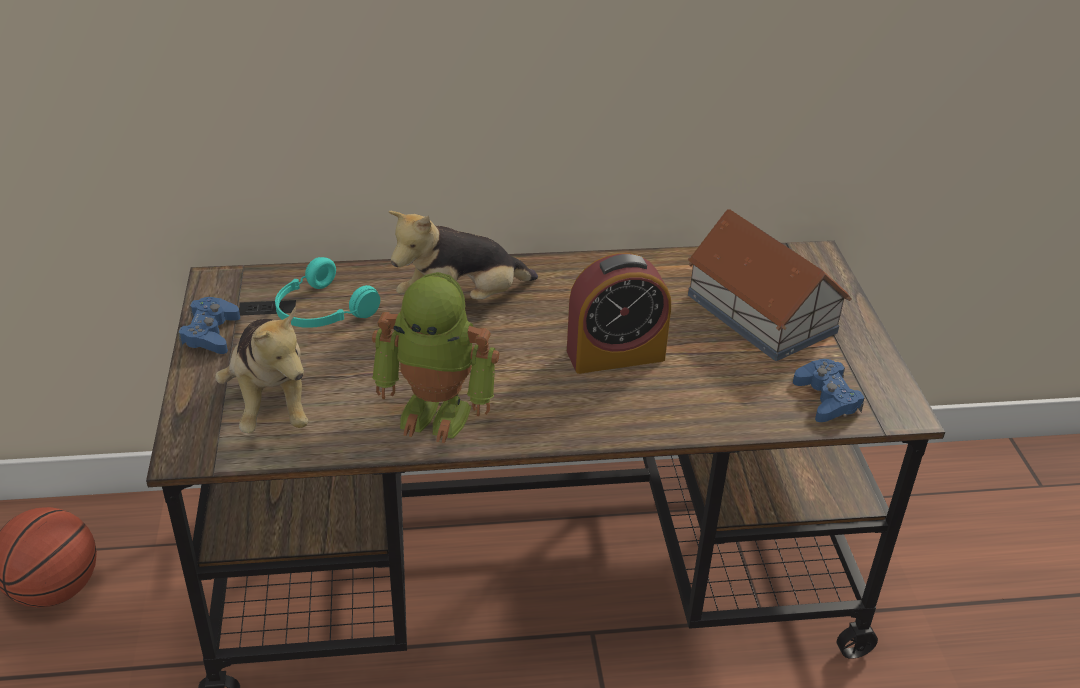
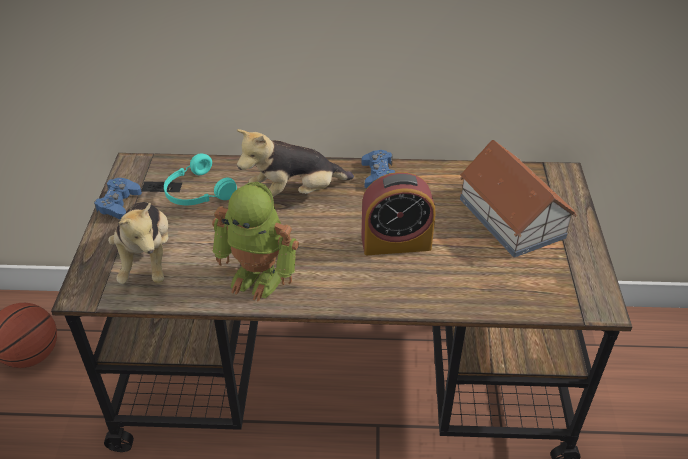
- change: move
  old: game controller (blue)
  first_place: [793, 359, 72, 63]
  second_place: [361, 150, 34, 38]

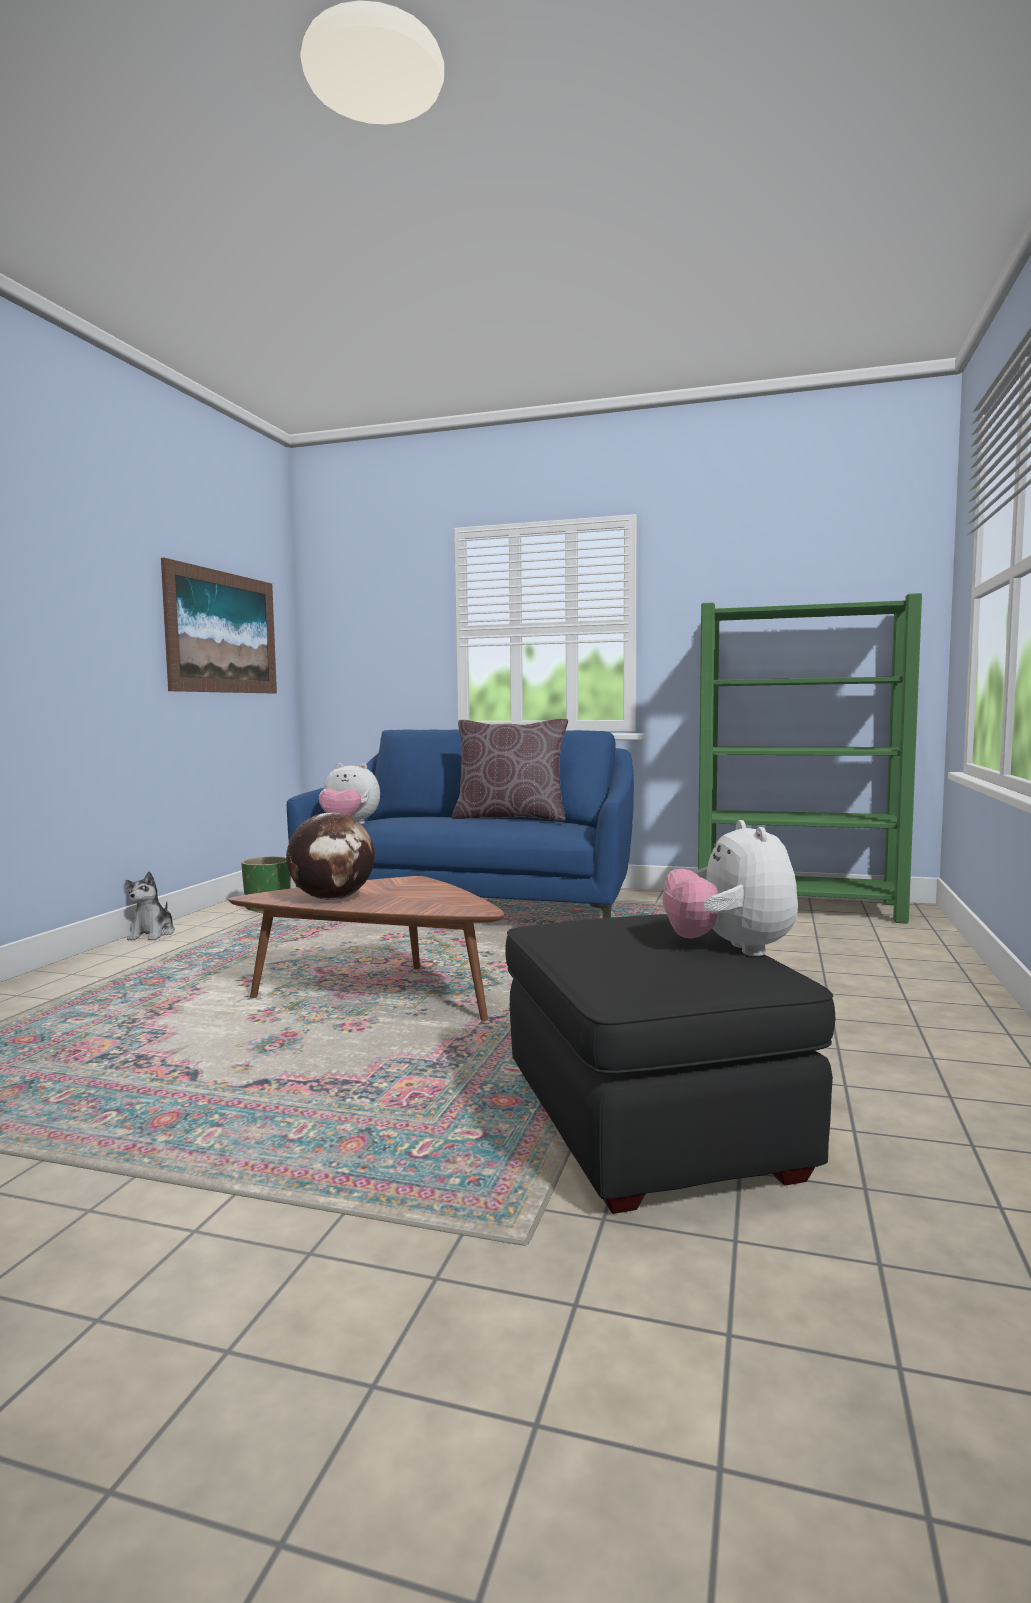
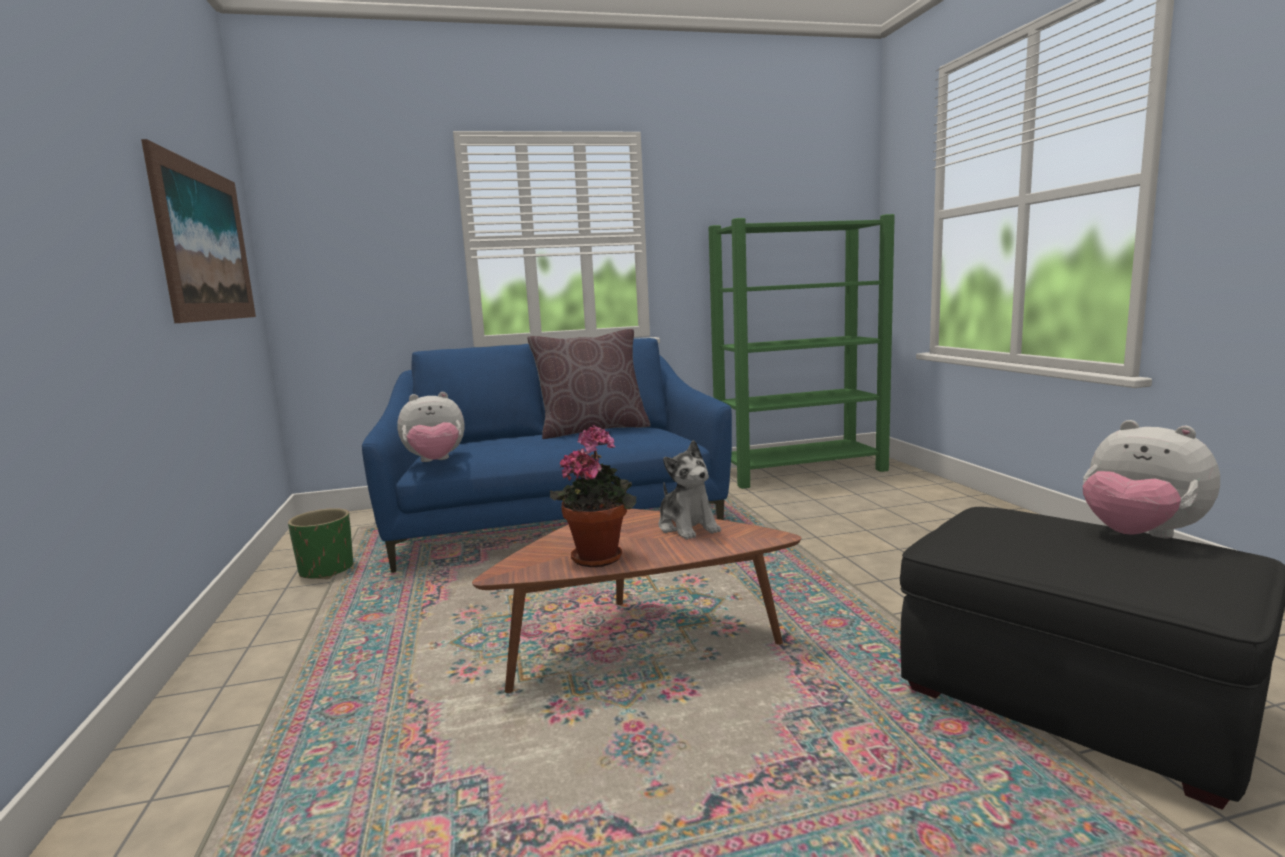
- change: move
  old: plush toy
  first_place: [125, 872, 50, 68]
  second_place: [658, 440, 63, 100]
- change: replace
  old: globe
  new: potted plant
  first_place: [286, 813, 89, 87]
  second_place: [550, 425, 86, 142]

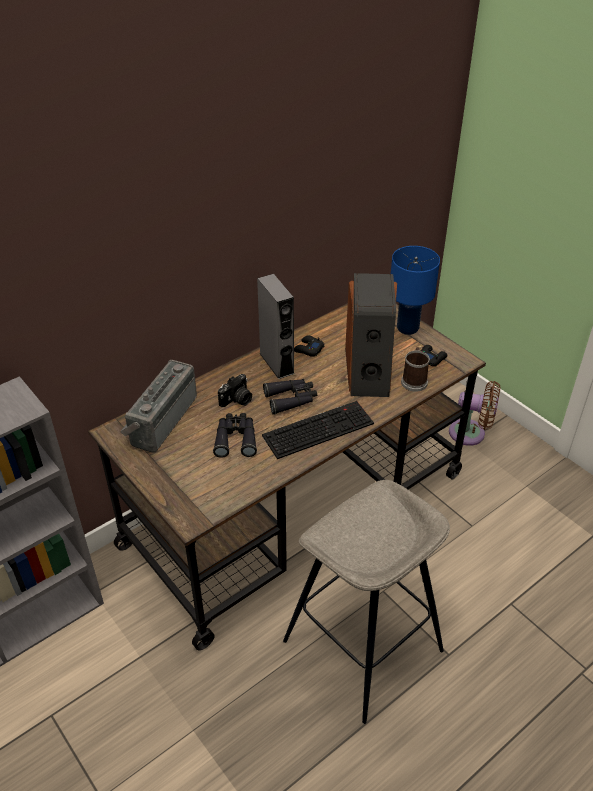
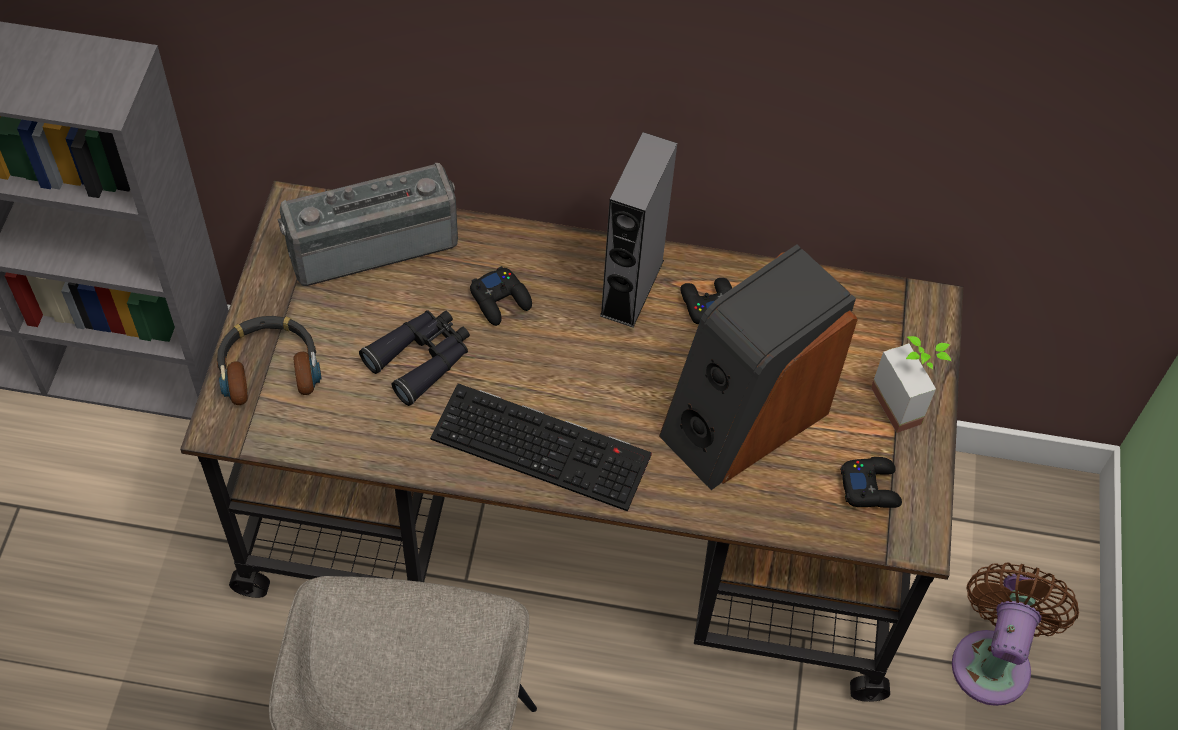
- change: delete
  old: binoculars (black)
  first_place: [263, 379, 54, 35]
- change: delete
  old: mug
  first_place: [401, 347, 29, 45]
- change: insert
  new: headphones
  second_place: [217, 316, 105, 89]
- change: replace
  old: photo camera
  new: game controller (black)
  first_place: [218, 374, 34, 33]
  second_place: [470, 266, 62, 60]
- change: replace
  old: table lamp (blue)
  new: potted plant
  first_place: [391, 246, 49, 89]
  second_place: [871, 336, 81, 97]
- change: rotate
  old: fan (brown)
  first_place: [449, 381, 51, 65]
  second_place: [952, 563, 127, 143]
  degrees: -135

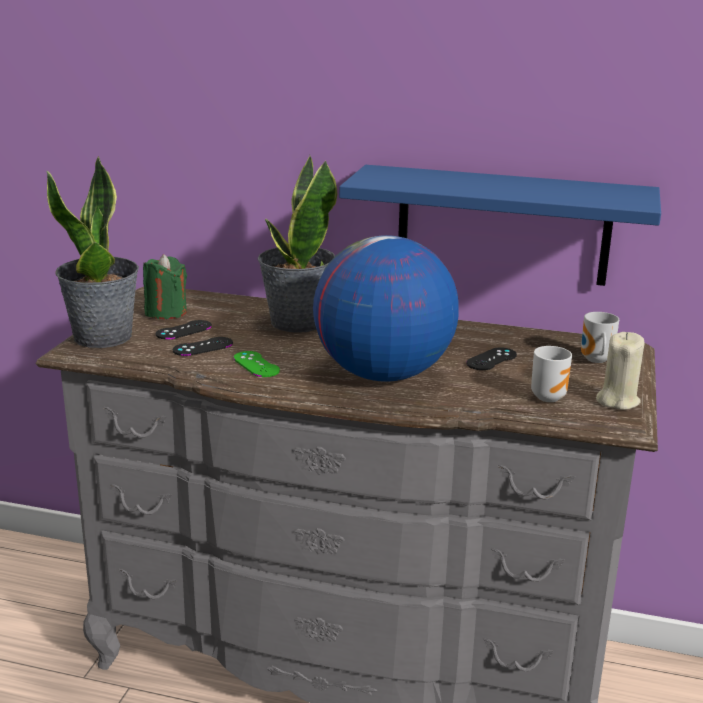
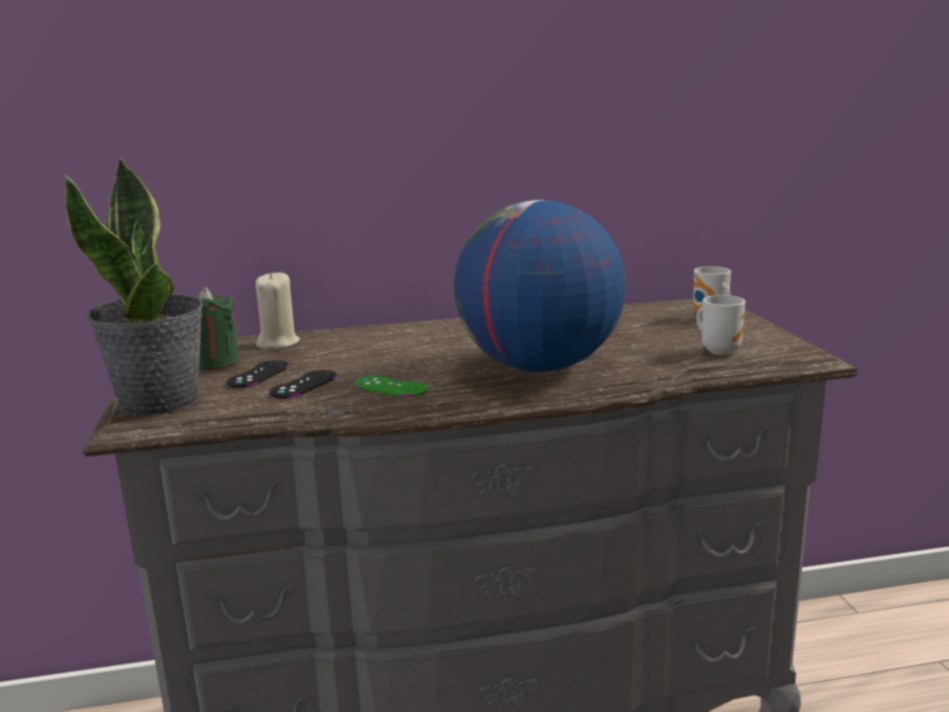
- change: delete
  old: potted plant
  first_place: [258, 156, 79, 177]
- change: delete
  old: shelf (blue)
  first_place: [339, 165, 322, 121]
- change: delete
  old: game controller (black)
  first_place: [466, 347, 51, 23]
- change: move
  old: candle (beige)
  first_place: [596, 332, 48, 78]
  second_place: [256, 271, 44, 78]

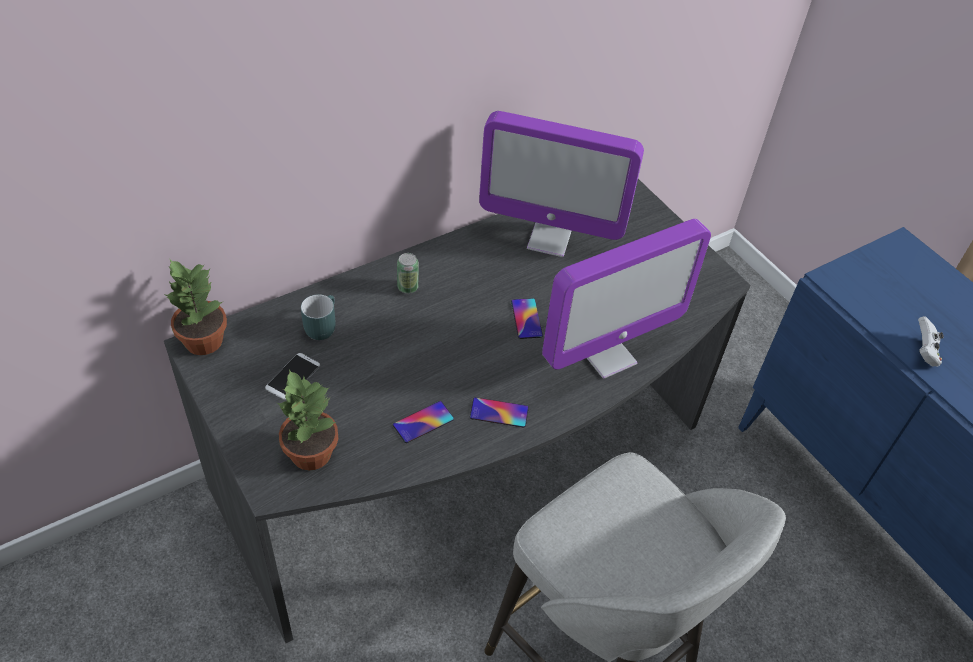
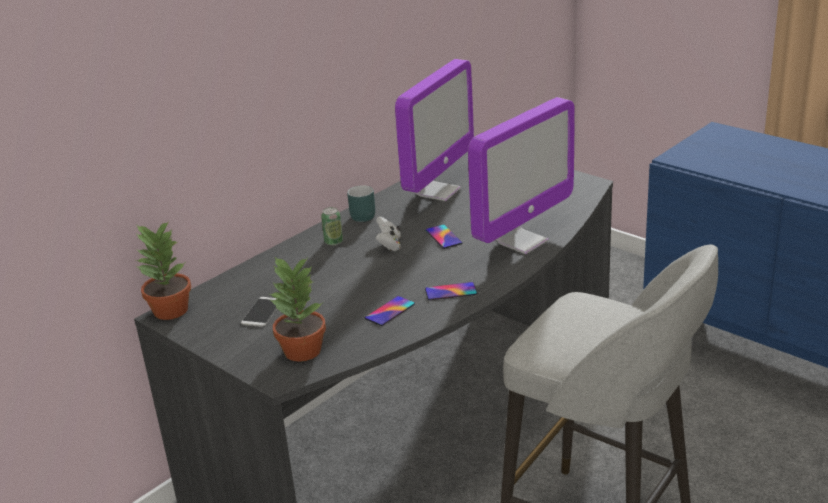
- change: move
  old: mug (turquoise)
  first_place: [301, 294, 34, 46]
  second_place: [347, 185, 28, 37]
- change: move
  old: game controller (white)
  first_place: [918, 316, 26, 51]
  second_place: [375, 216, 26, 35]
- change: rotate
  old: monitor
  first_place: [479, 111, 165, 146]
  second_place: [395, 59, 79, 142]
  degrees: -60

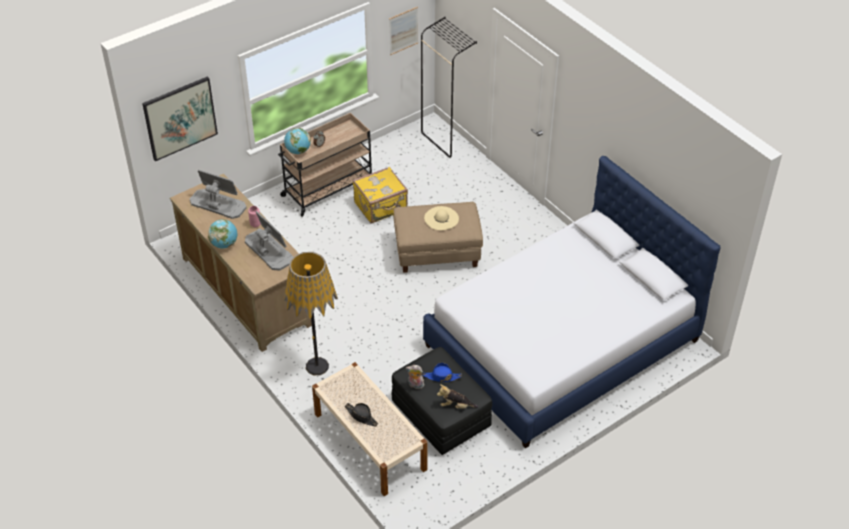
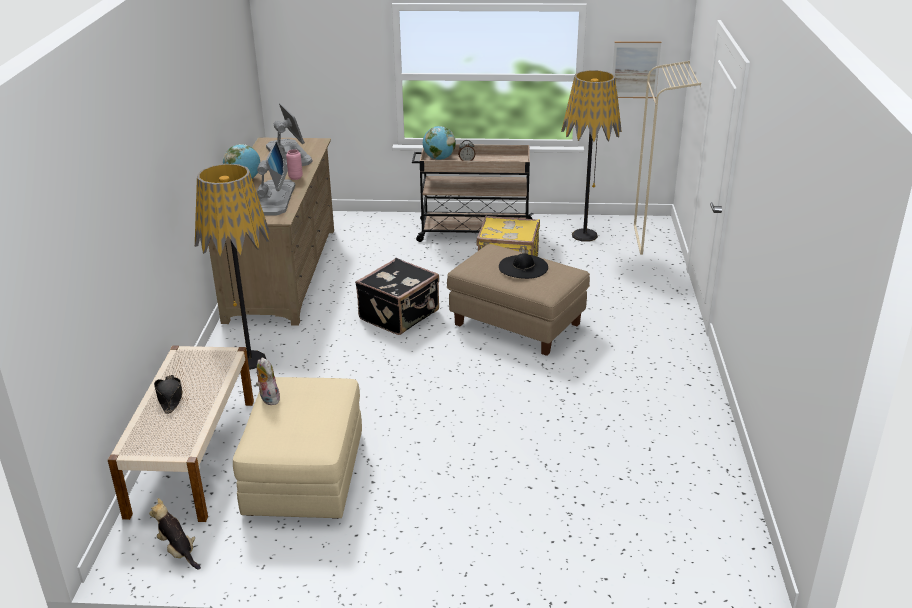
- change: delete
  old: picture
  first_place: [142, 77, 76, 84]
- change: delete
  old: bed (white)
  first_place: [423, 156, 298, 293]
- change: delete
  old: hat (blue)
  first_place: [423, 363, 39, 19]
- change: insert
  new: suitcase (black)
  second_place: [355, 258, 84, 77]
- change: insert
  new: floor lamp
  second_place: [561, 70, 61, 172]
- change: move
  old: plush toy
  first_place: [437, 384, 41, 25]
  second_place: [149, 498, 52, 71]
- change: recolor
  old: ottoman (black)
  new: ottoman (beige)
  first_place: [392, 347, 100, 108]
  second_place: [233, 377, 129, 142]
- change: recolor
  old: clothes rack (black)
  new: clothes rack (beige)
  first_place: [421, 17, 56, 141]
  second_place: [634, 61, 67, 194]
- change: recolor
  old: hat (beige)
  new: hat (black)
  first_place: [424, 206, 35, 24]
  second_place: [499, 253, 49, 26]

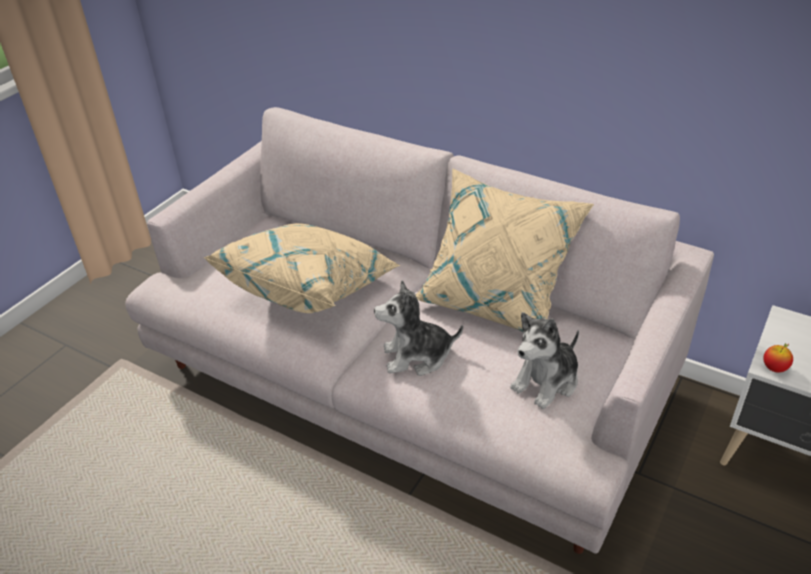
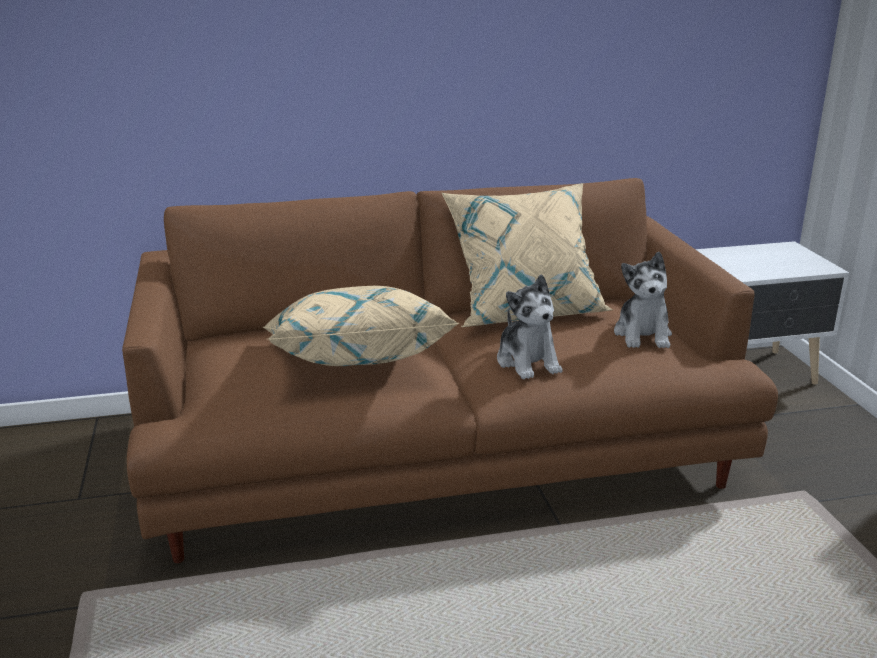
- change: delete
  old: apple
  first_place: [763, 343, 30, 29]
- change: recolor
  old: sofa (white)
  new: sofa (brown)
  first_place: [125, 107, 589, 447]
  second_place: [122, 178, 656, 385]
- change: rotate
  old: plush toy
  first_place: [374, 280, 89, 96]
  second_place: [497, 274, 65, 105]
  degrees: -60

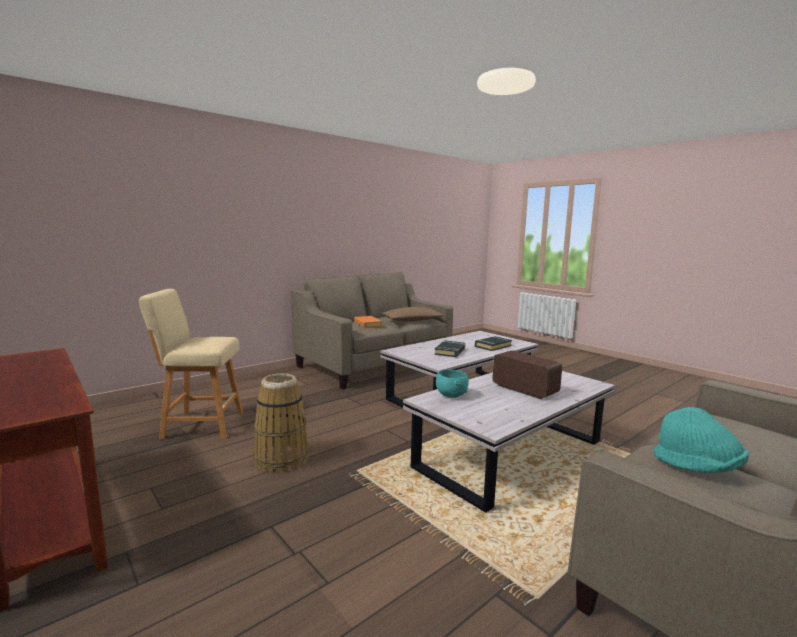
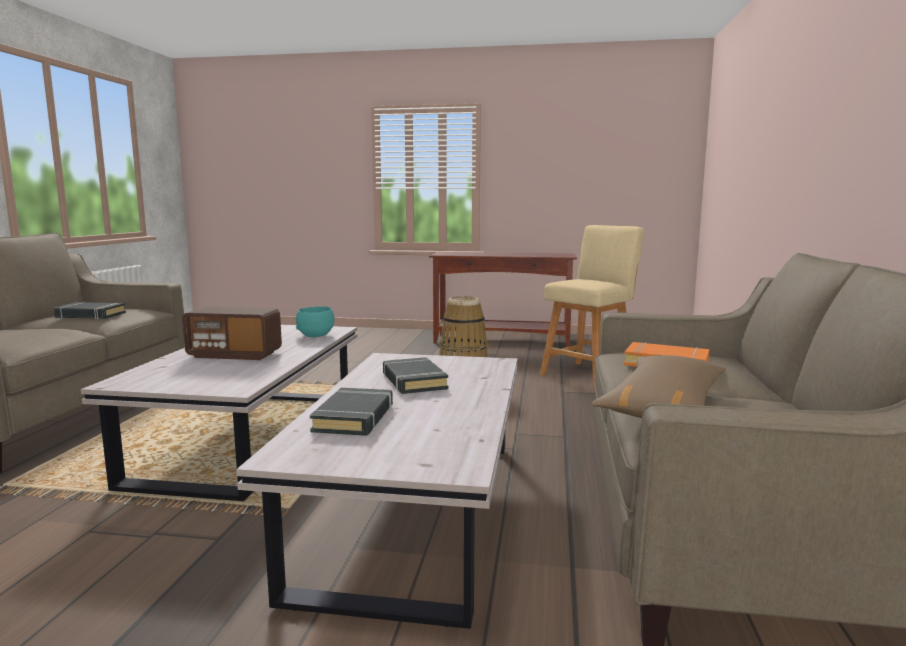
- change: replace
  old: hat (turquoise)
  new: book (black)
  first_place: [654, 407, 95, 66]
  second_place: [54, 302, 72, 17]

